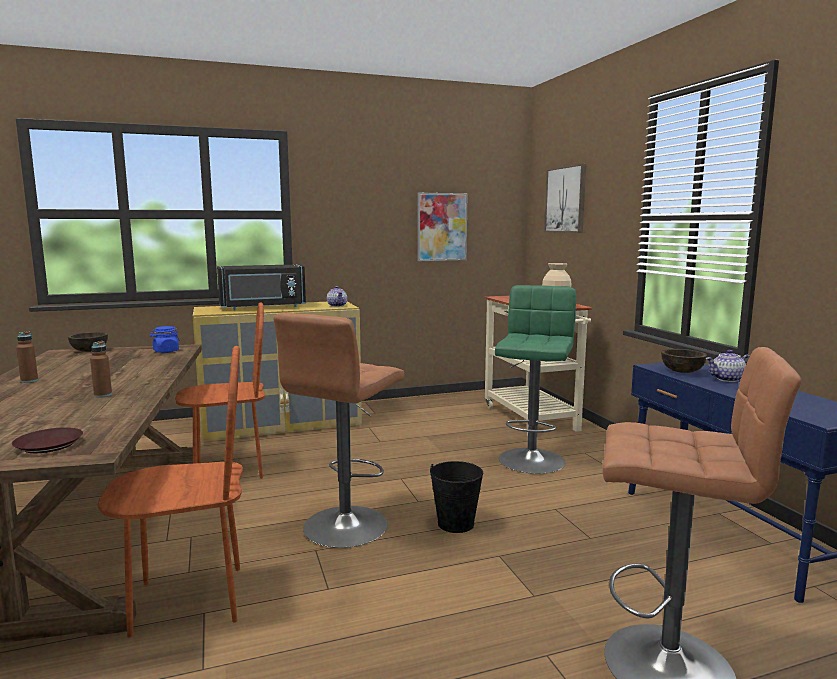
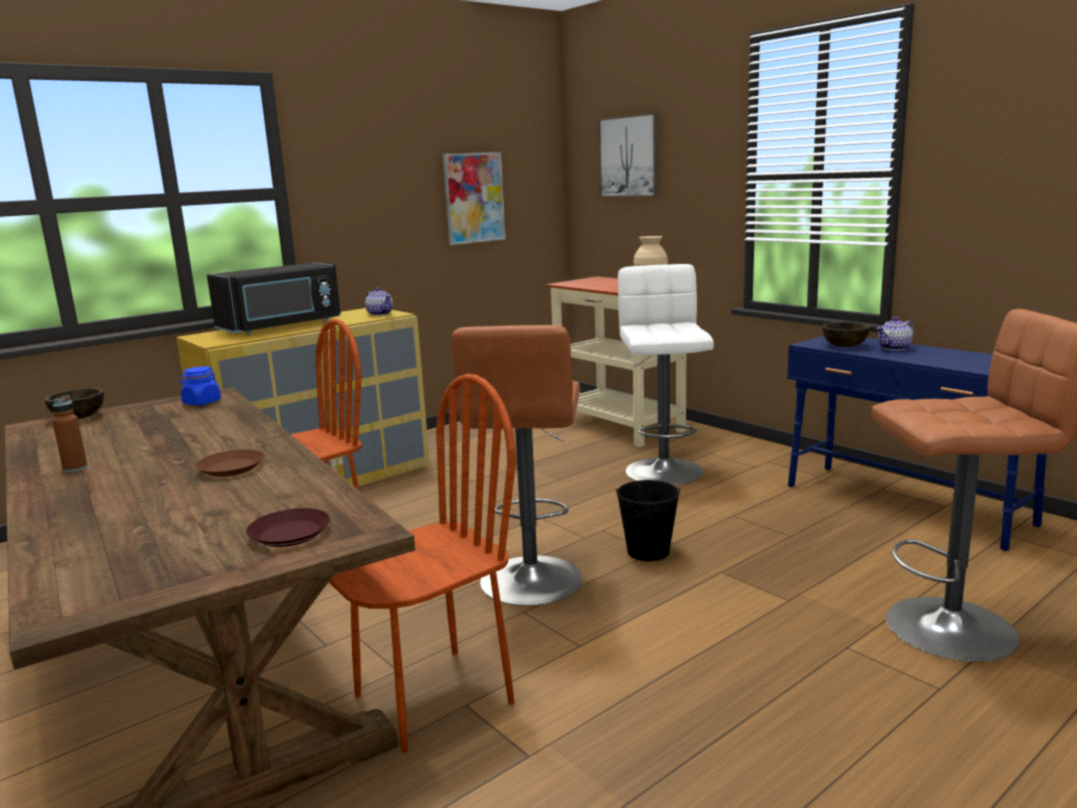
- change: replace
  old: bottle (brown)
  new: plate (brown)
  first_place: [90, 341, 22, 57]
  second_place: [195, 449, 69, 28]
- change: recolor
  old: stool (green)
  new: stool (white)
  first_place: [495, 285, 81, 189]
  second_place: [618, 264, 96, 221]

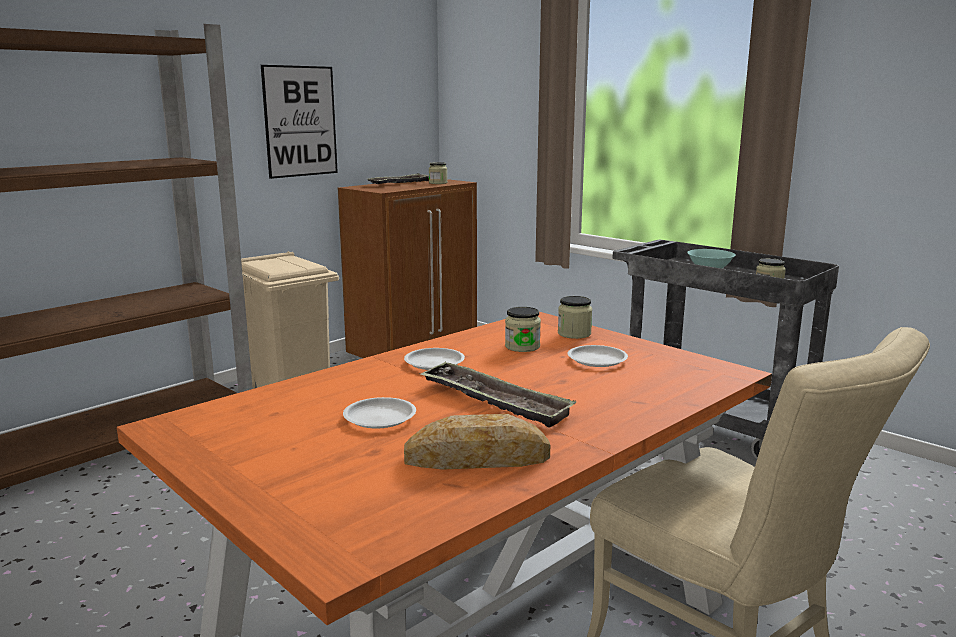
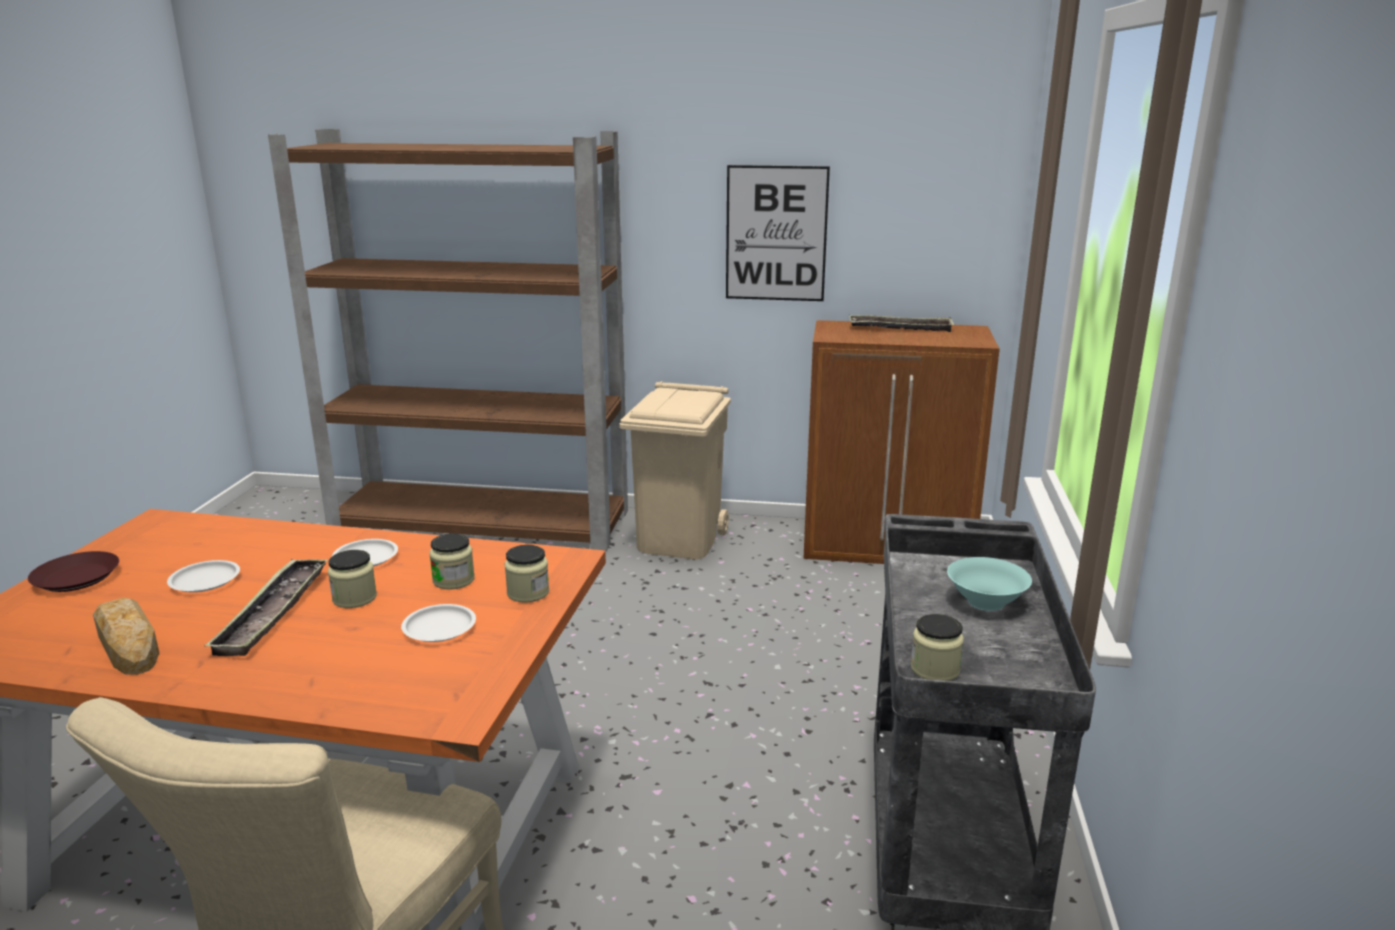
- change: insert
  new: plate (brown)
  second_place: [28, 551, 91, 41]
- change: move
  old: jar
  first_place: [429, 162, 18, 22]
  second_place: [328, 550, 49, 58]

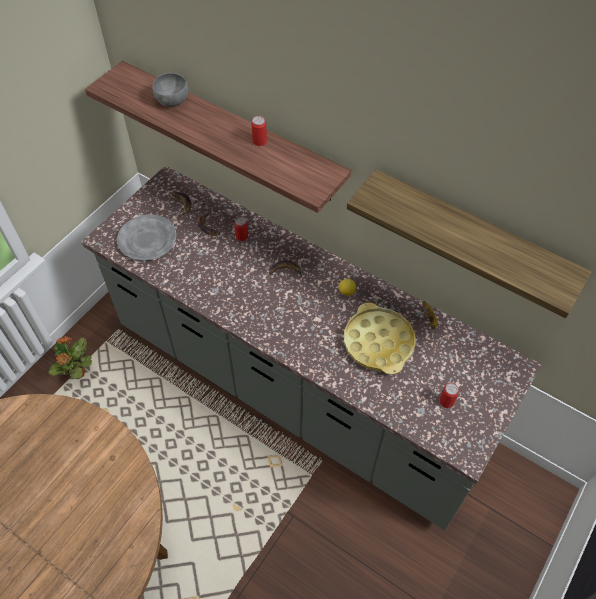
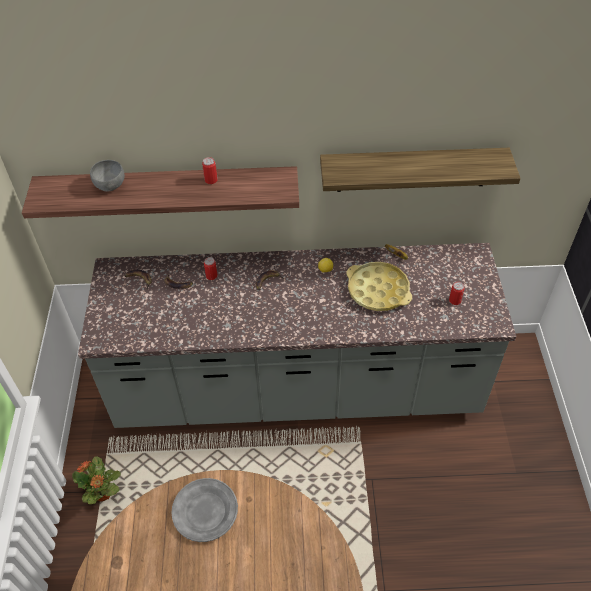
- change: move
  old: plate (grey)
  first_place: [117, 214, 60, 47]
  second_place: [172, 478, 66, 64]

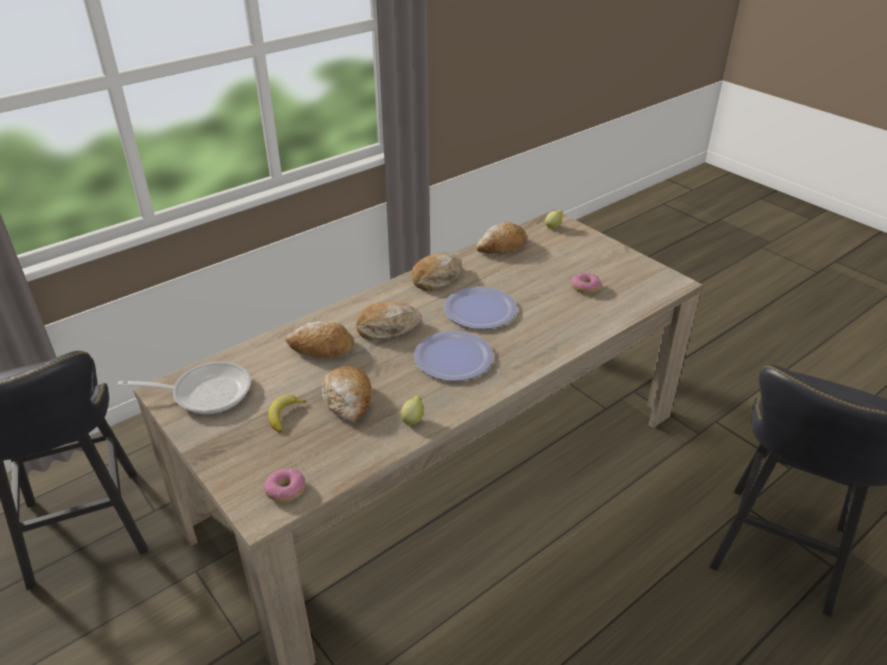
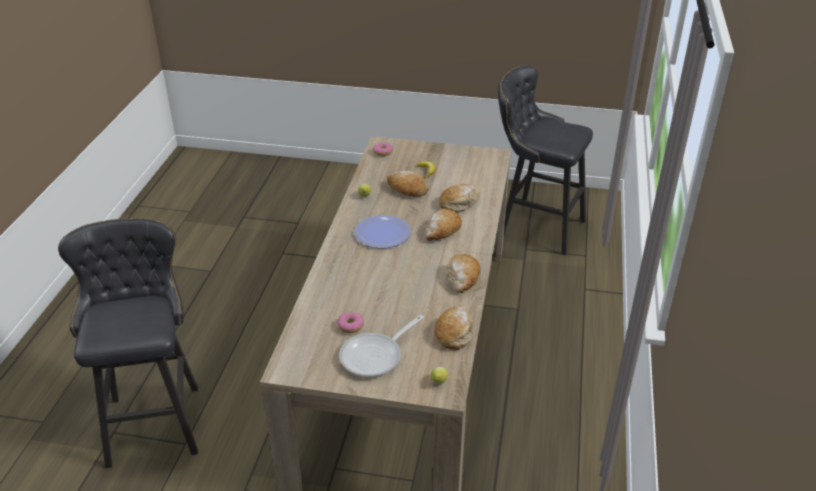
- change: delete
  old: plate
  first_place: [444, 287, 73, 42]
- change: move
  old: frying pan
  first_place: [117, 361, 134, 53]
  second_place: [339, 315, 85, 63]

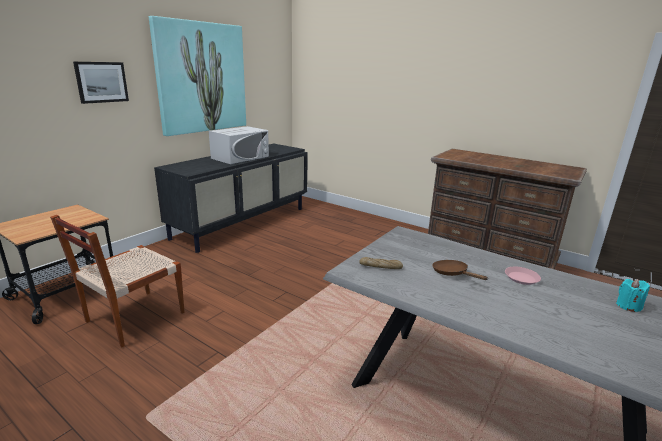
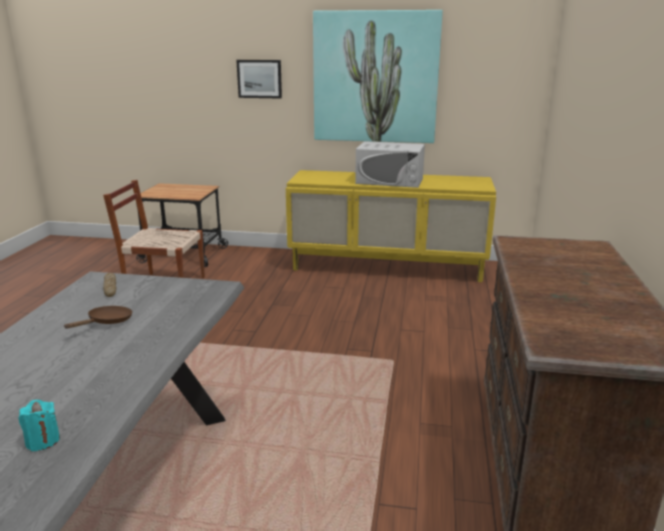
- change: delete
  old: plate (pink)
  first_place: [505, 267, 36, 18]
- change: recolor
  old: cabinet (black)
  new: cabinet (yellow)
  first_place: [154, 144, 154, 109]
  second_place: [286, 170, 210, 112]

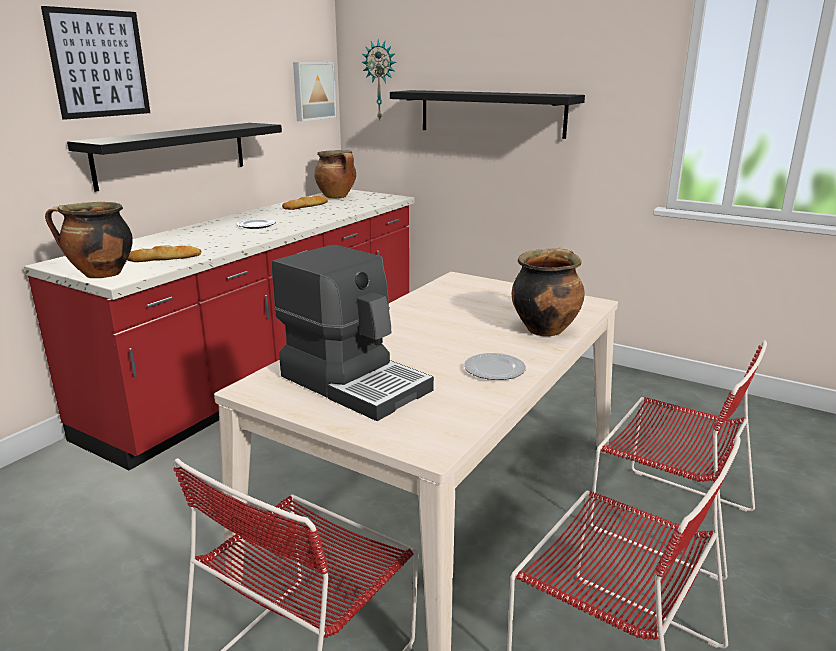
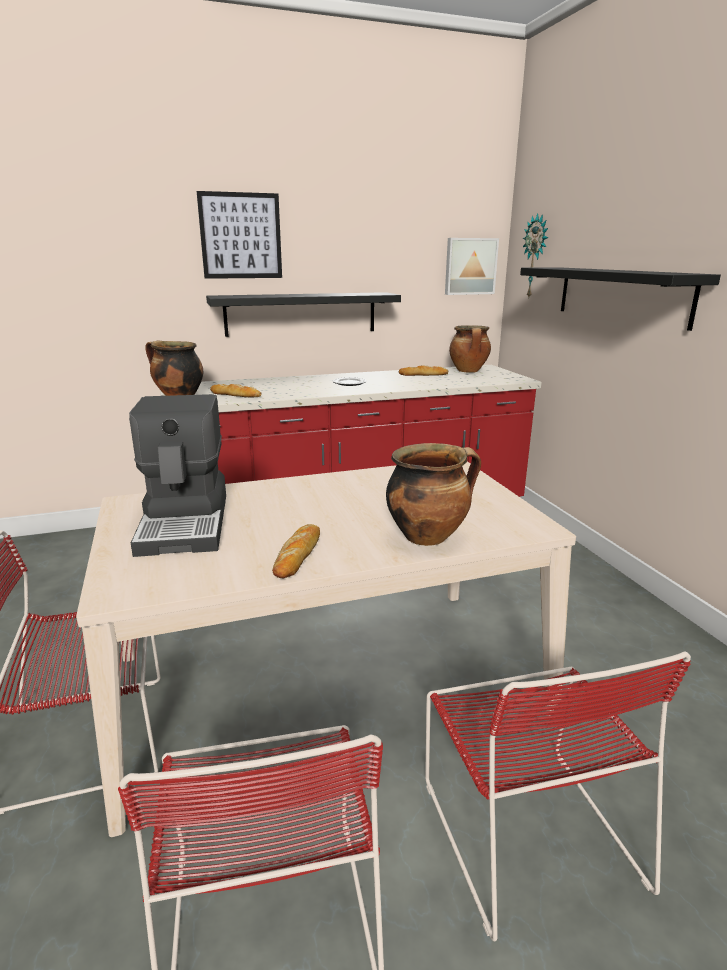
- change: replace
  old: plate
  new: bread
  first_place: [464, 353, 62, 27]
  second_place: [272, 524, 48, 54]

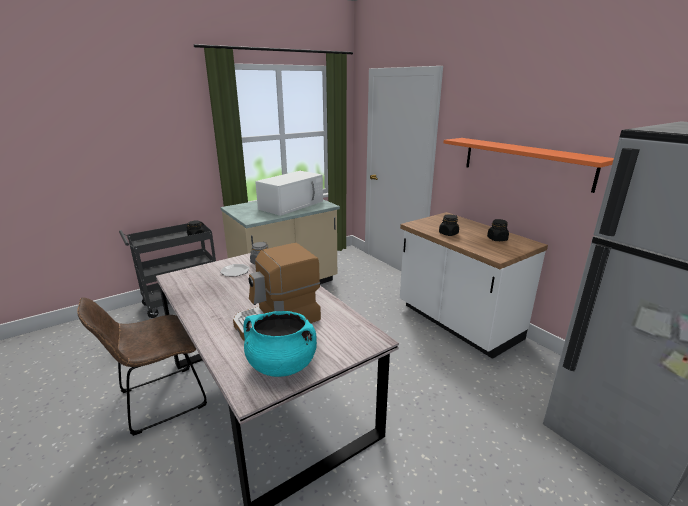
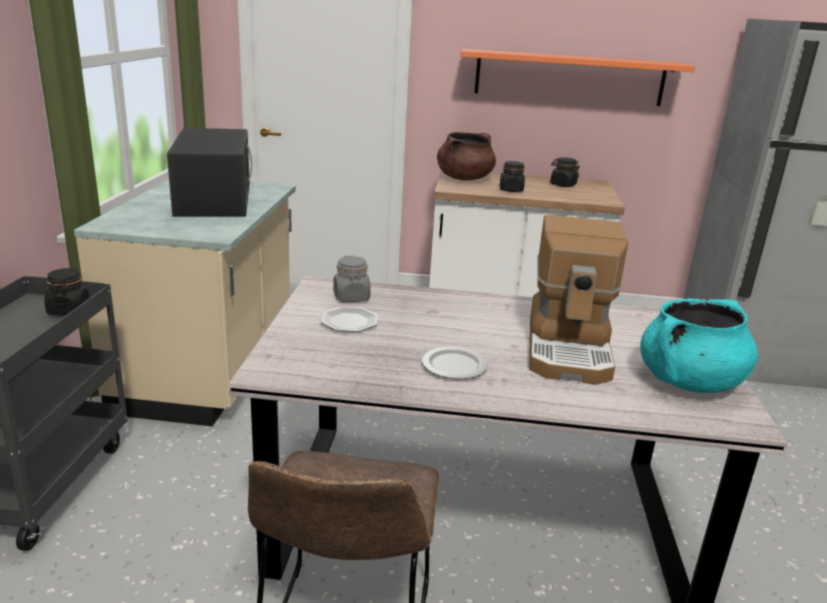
- change: insert
  new: plate
  second_place: [422, 347, 66, 32]
- change: insert
  new: cooking pot (brown)
  second_place: [437, 132, 59, 49]
- change: recolor
  old: microwave (white)
  new: microwave (black)
  first_place: [255, 171, 68, 45]
  second_place: [167, 128, 85, 89]

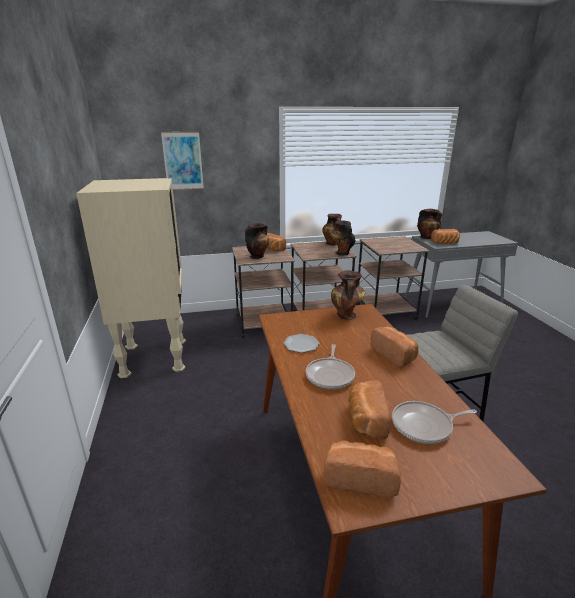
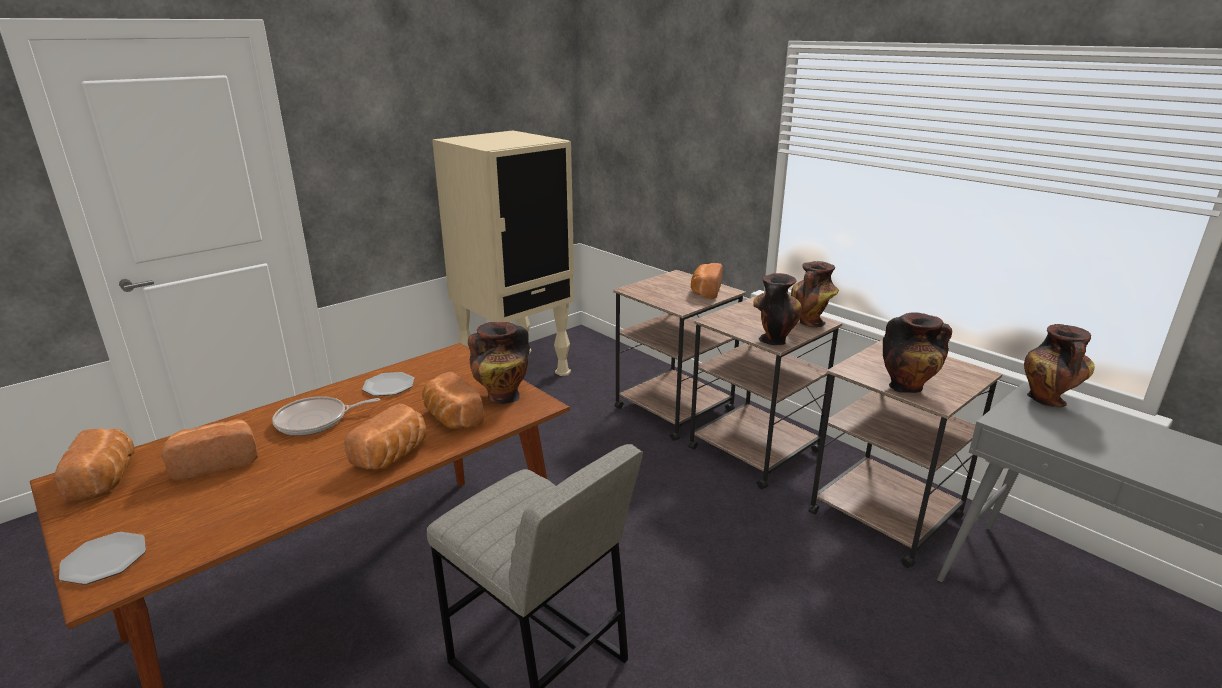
- change: delete
  old: picture
  first_place: [161, 132, 43, 58]
- change: delete
  old: frying pan
  first_place: [392, 401, 85, 43]
- change: insert
  new: plate
  second_place: [59, 532, 87, 53]
- change: move
  old: vase
  first_place: [245, 223, 24, 36]
  second_place: [883, 312, 69, 81]
- change: move
  old: bread
  first_place: [431, 229, 29, 15]
  second_place: [422, 372, 62, 57]

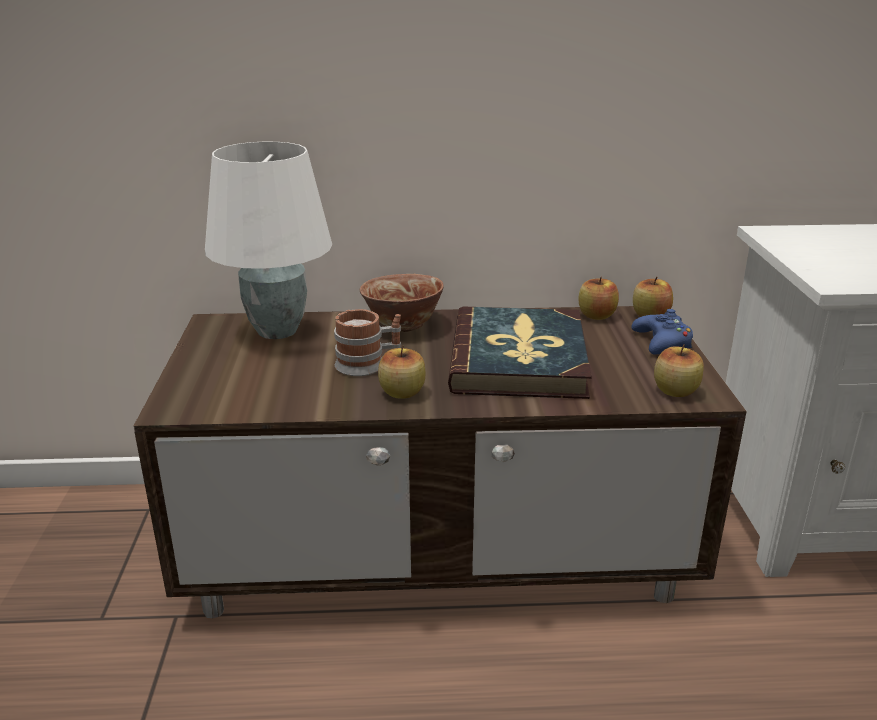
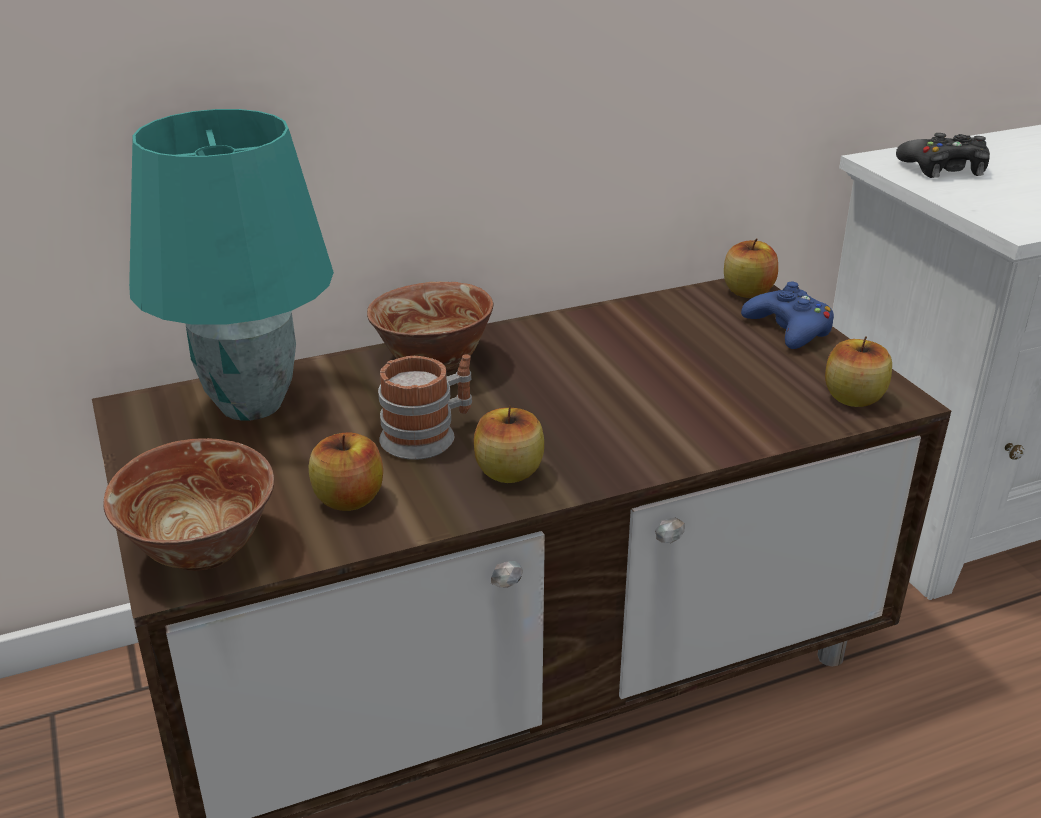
- change: delete
  old: book
  first_place: [448, 307, 144, 92]
- change: insert
  new: bowl
  second_place: [103, 438, 171, 133]
- change: insert
  new: game controller (black)
  second_place: [896, 133, 94, 45]
- change: move
  old: apple
  first_place: [579, 276, 40, 44]
  second_place: [309, 432, 74, 79]
- change: recolor
  old: table lamp (white)
  new: table lamp (turquoise)
  first_place: [205, 142, 127, 197]
  second_place: [129, 109, 205, 312]

